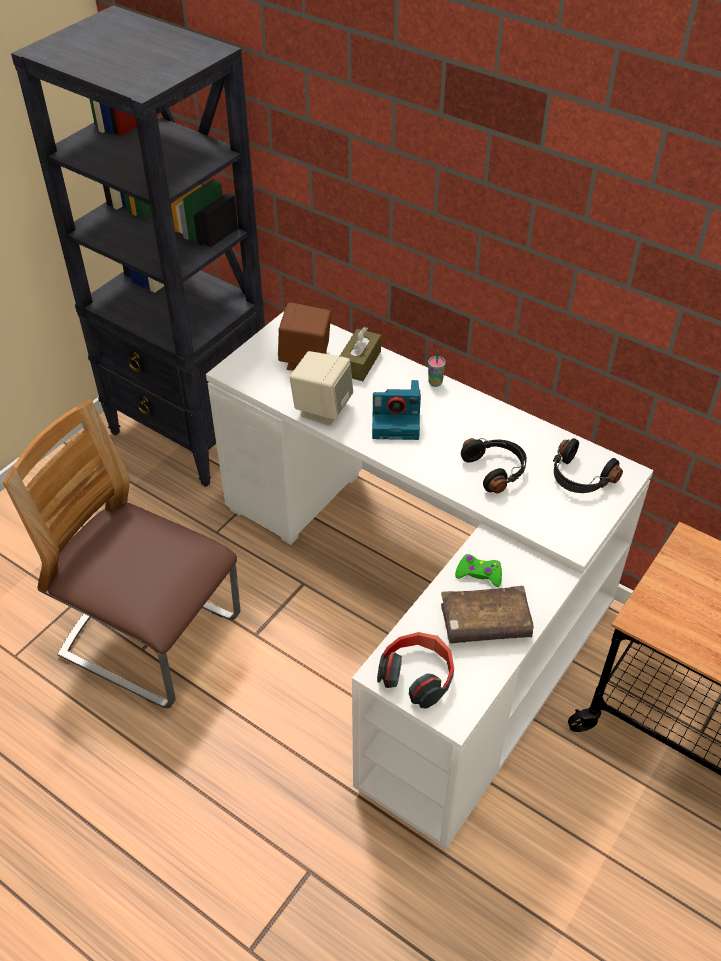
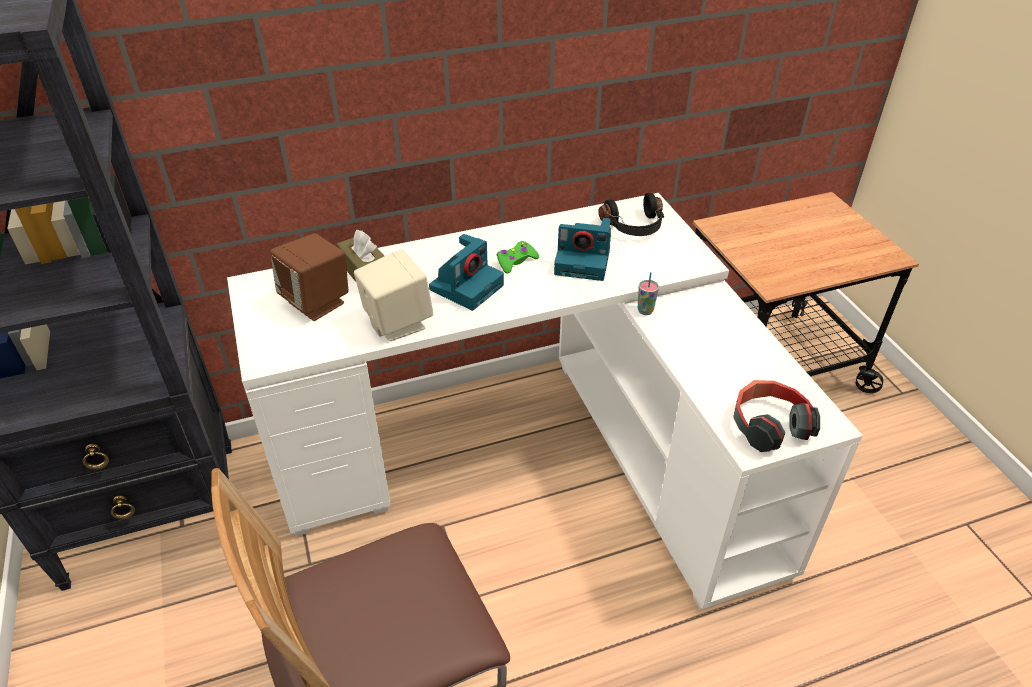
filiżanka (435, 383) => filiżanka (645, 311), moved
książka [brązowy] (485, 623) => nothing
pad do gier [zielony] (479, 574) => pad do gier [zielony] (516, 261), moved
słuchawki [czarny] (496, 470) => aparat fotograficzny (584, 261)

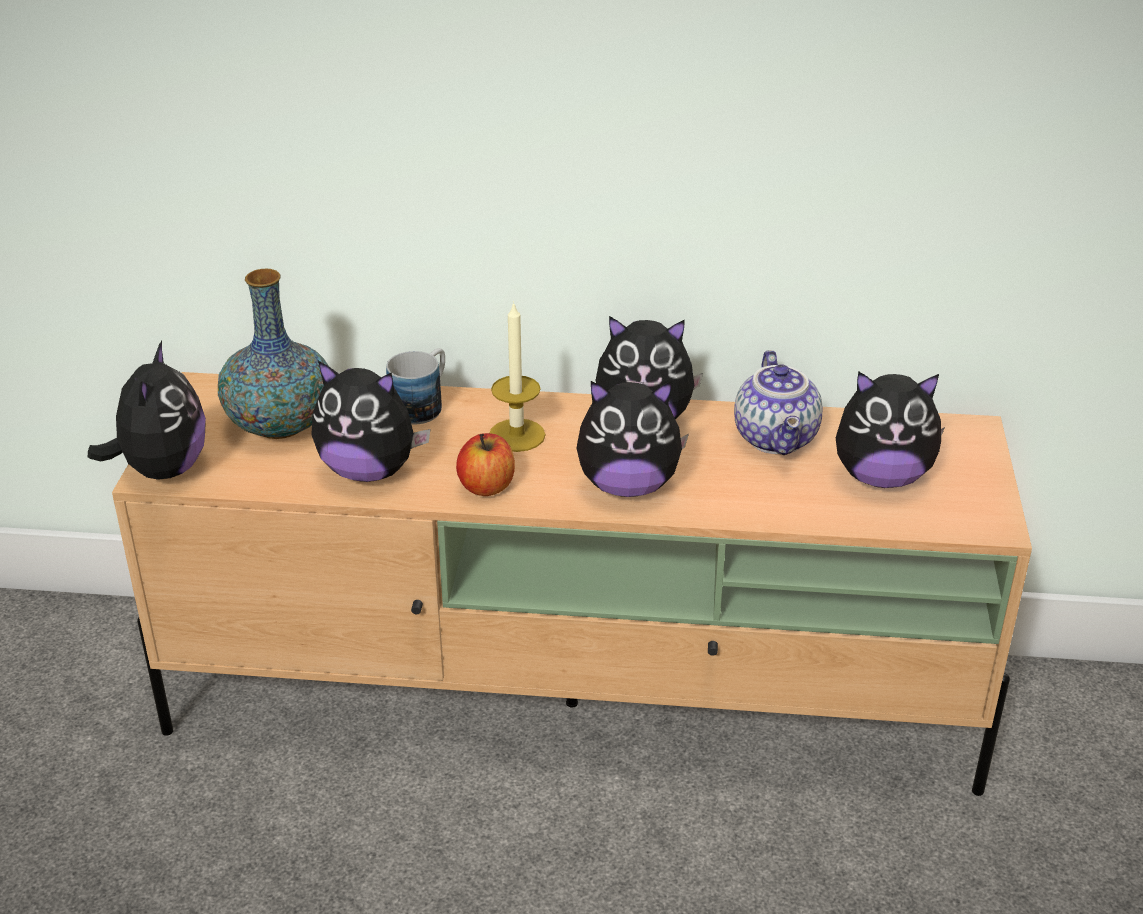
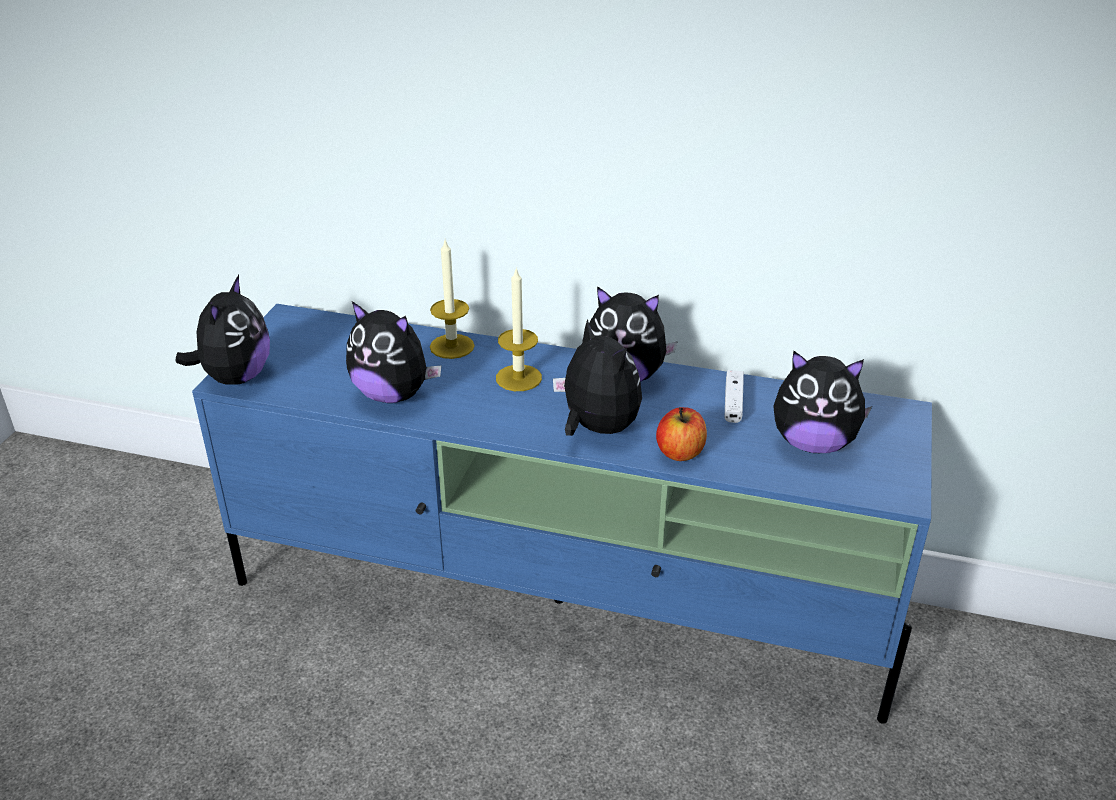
szafka pod telewizor [beżowy] (576, 705) => szafka pod telewizor [niebieski] (562, 602)
wazon (280, 425) => nothing
kubek (423, 405) => świeca (452, 346)
jabłko (487, 486) => jabłko (680, 452), moved
pluszak (628, 486) => pluszak (596, 428), 135 degrees counterclockwise
imbryk (778, 439) => pad do gier [biały] (733, 402)

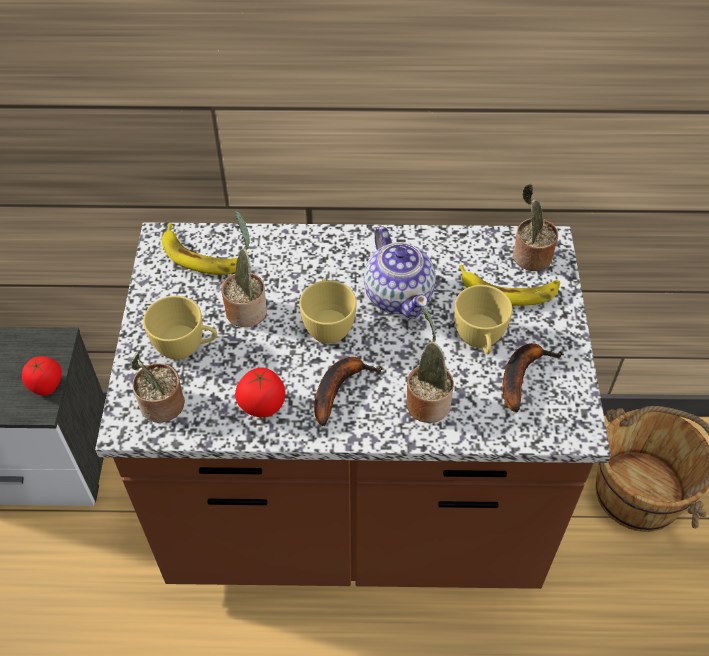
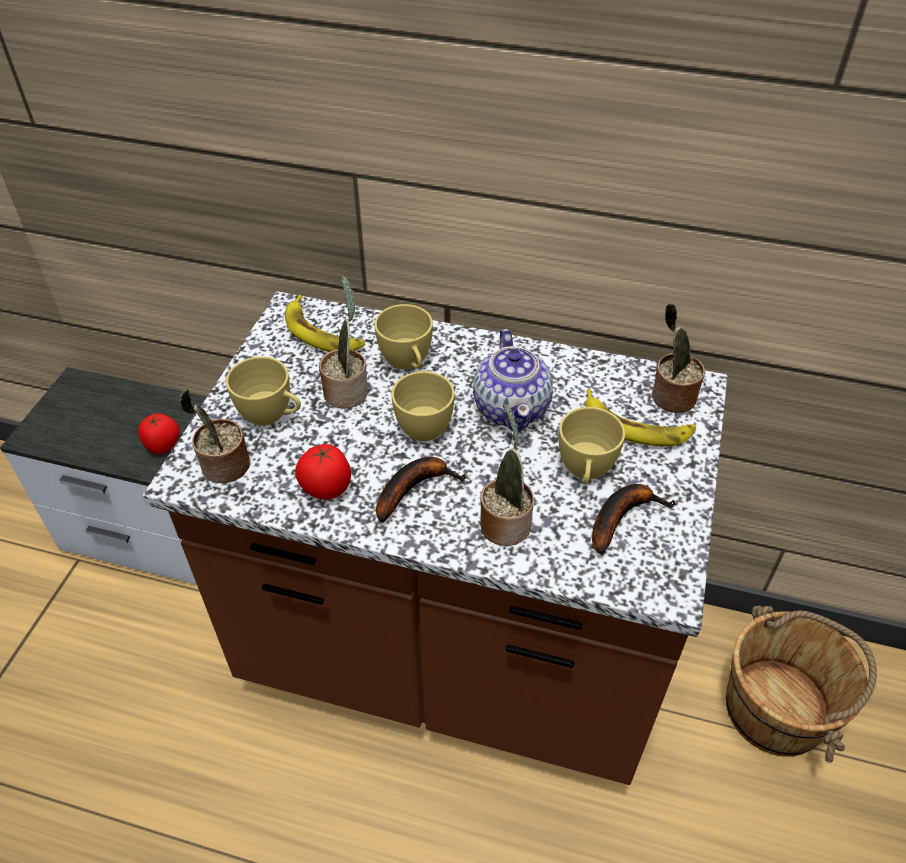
nothing => filiżanka [żółty] (408, 363)

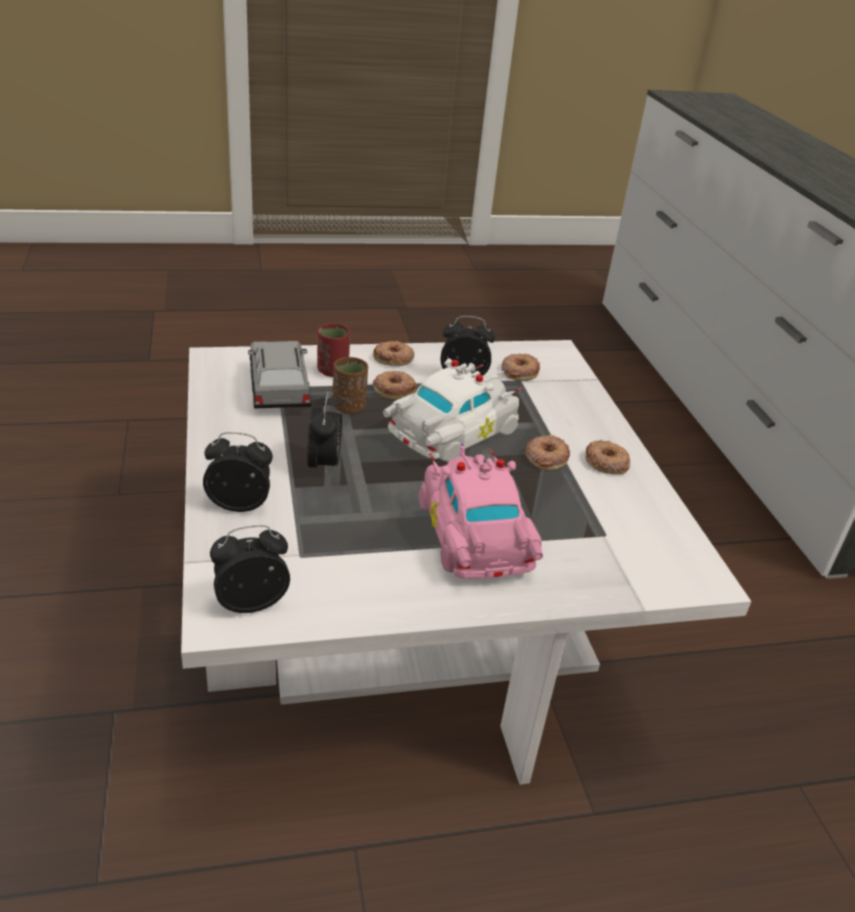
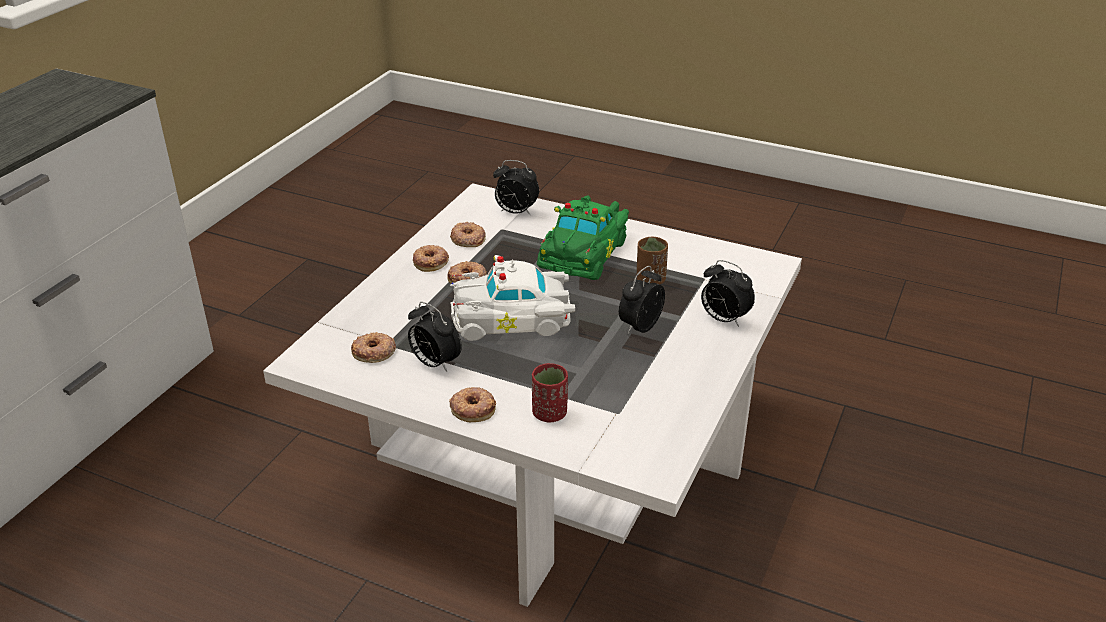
budzik (251, 602) => budzik (515, 212), moved
samochodzik [szary] (279, 389) => nothing
filiżanka [brązowy] (349, 407) => filiżanka [brązowy] (650, 280), moved
donut (394, 389) => donut (468, 239), moved
samochodzik [różowy] (473, 538) => samochodzik [zielony] (585, 252)

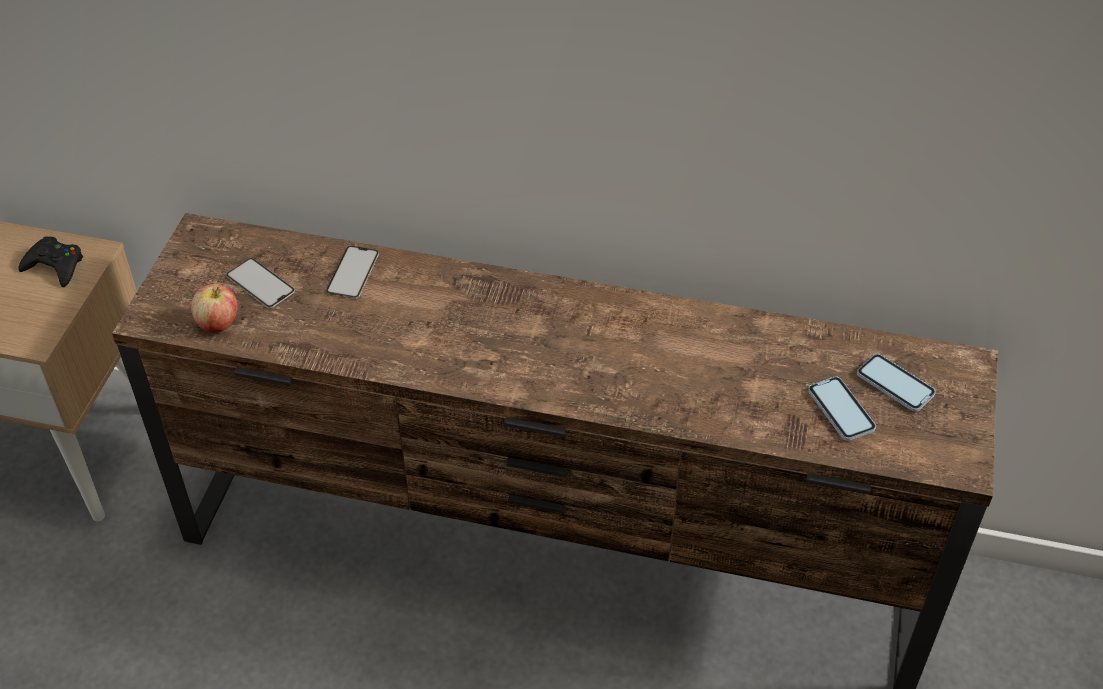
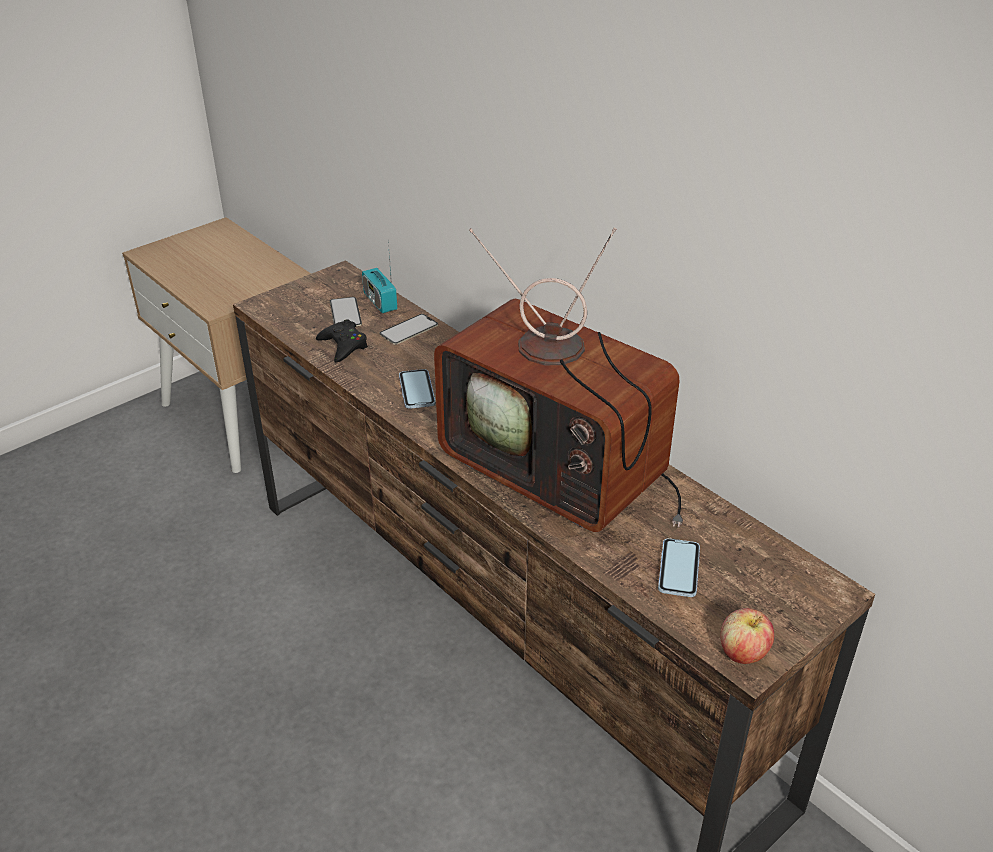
pad do gier [czarny] (55, 266) => pad do gier [czarny] (343, 346), moved
jabłko (218, 324) => jabłko (742, 653), moved
telefon (895, 384) => telefon (417, 390), moved
nothing => radio (380, 302)
nothing => telewizor (561, 472)

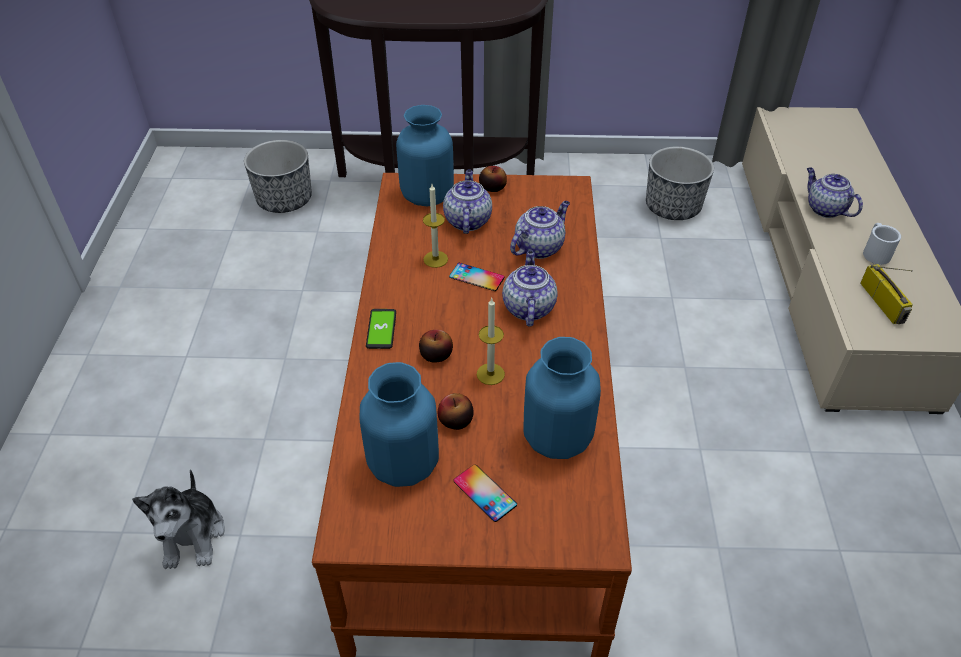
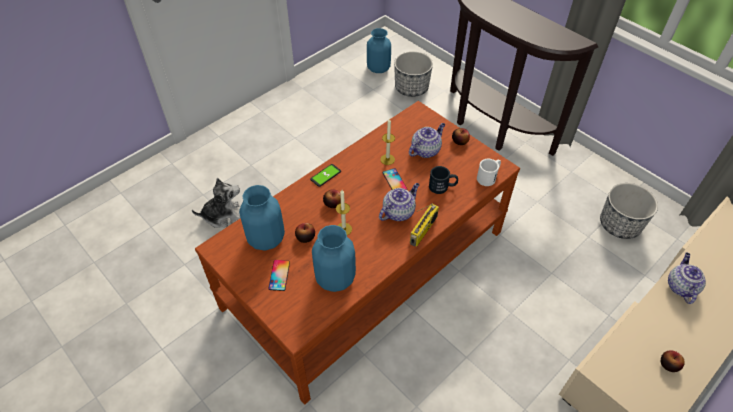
pluszak (193, 535) => pluszak (222, 215), 150 degrees counterclockwise
wazon [niebieski] (427, 195) => wazon [niebieski] (378, 68), moved
imbryk (539, 247) => kubek [czarny] (442, 187)
radio (883, 303) => radio (423, 231), moved
kubek [biały] (875, 251) => kubek [biały] (489, 177), moved
nothing => jabłko (668, 364)

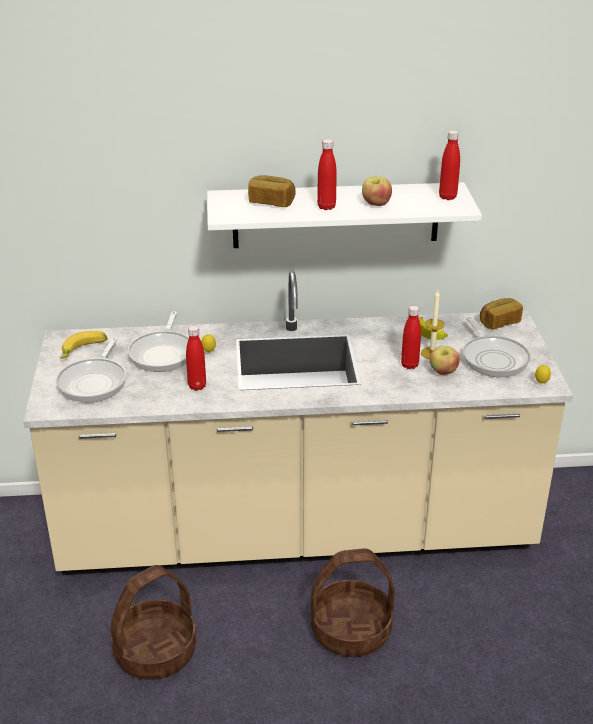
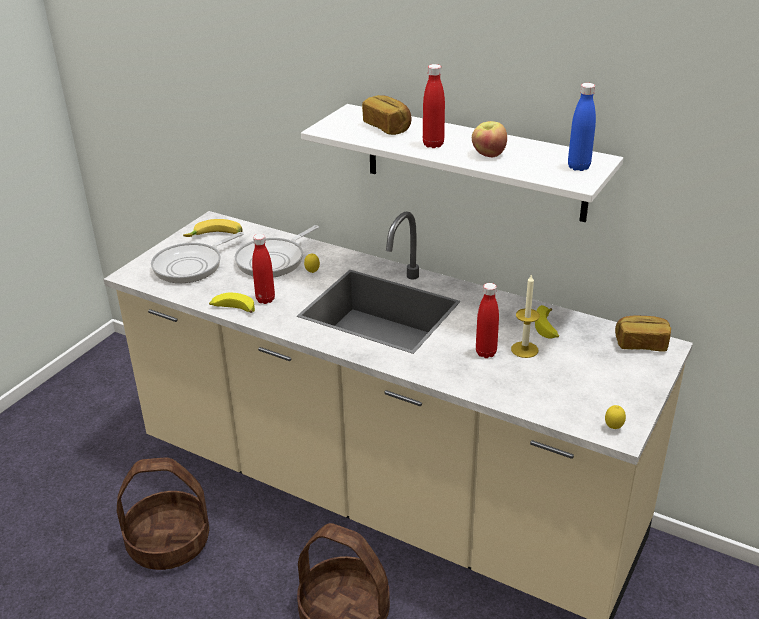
jabłko (443, 372) => nothing
butelka [czerwony] (447, 197) => butelka [niebieski] (578, 167)
patelnia (493, 358) => nothing
nothing => banan (232, 309)

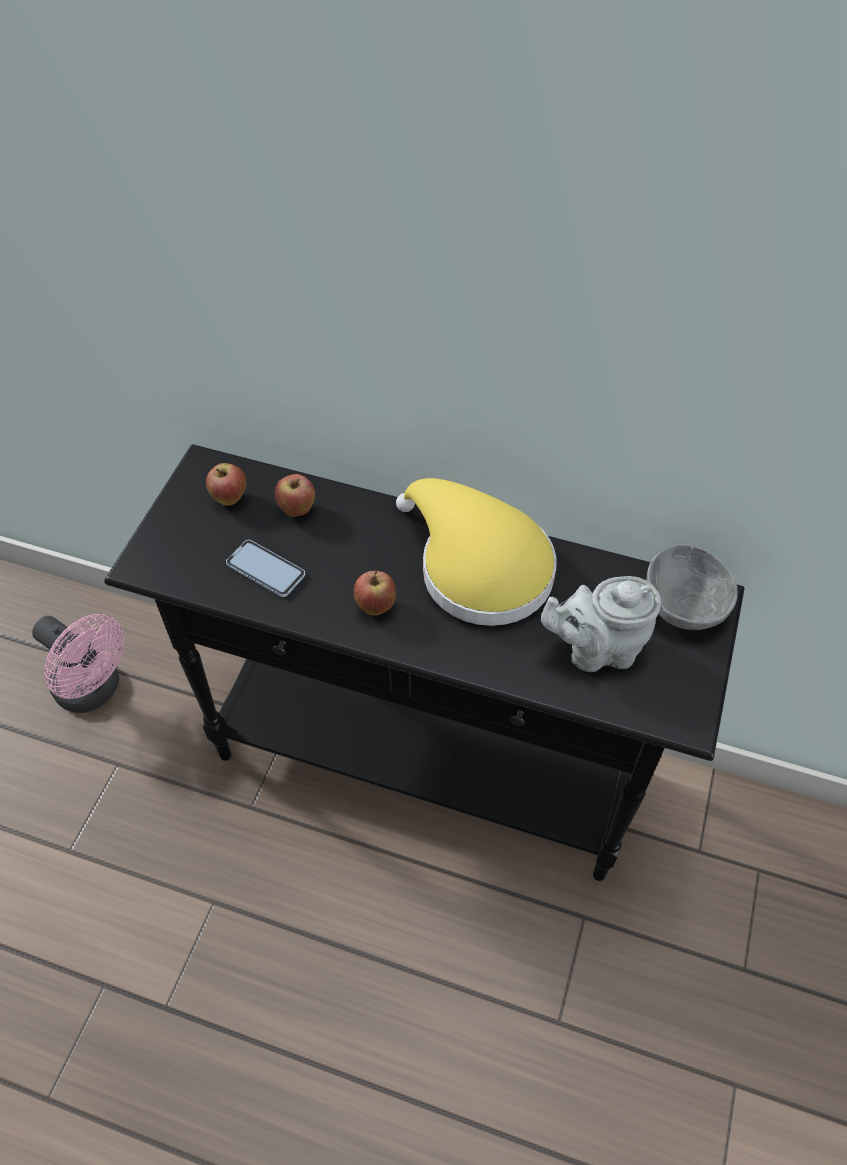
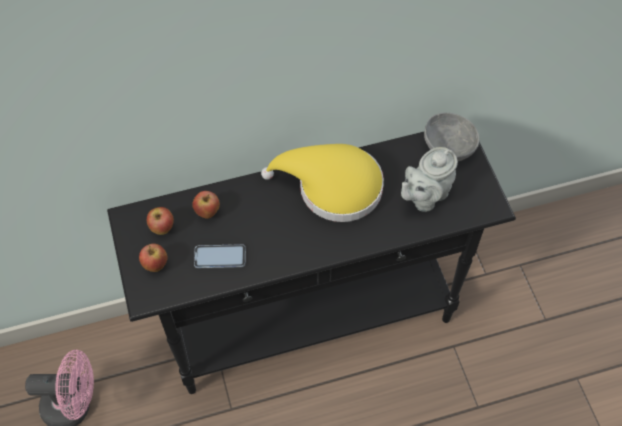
jabłko (375, 606) => jabłko (155, 265), moved

